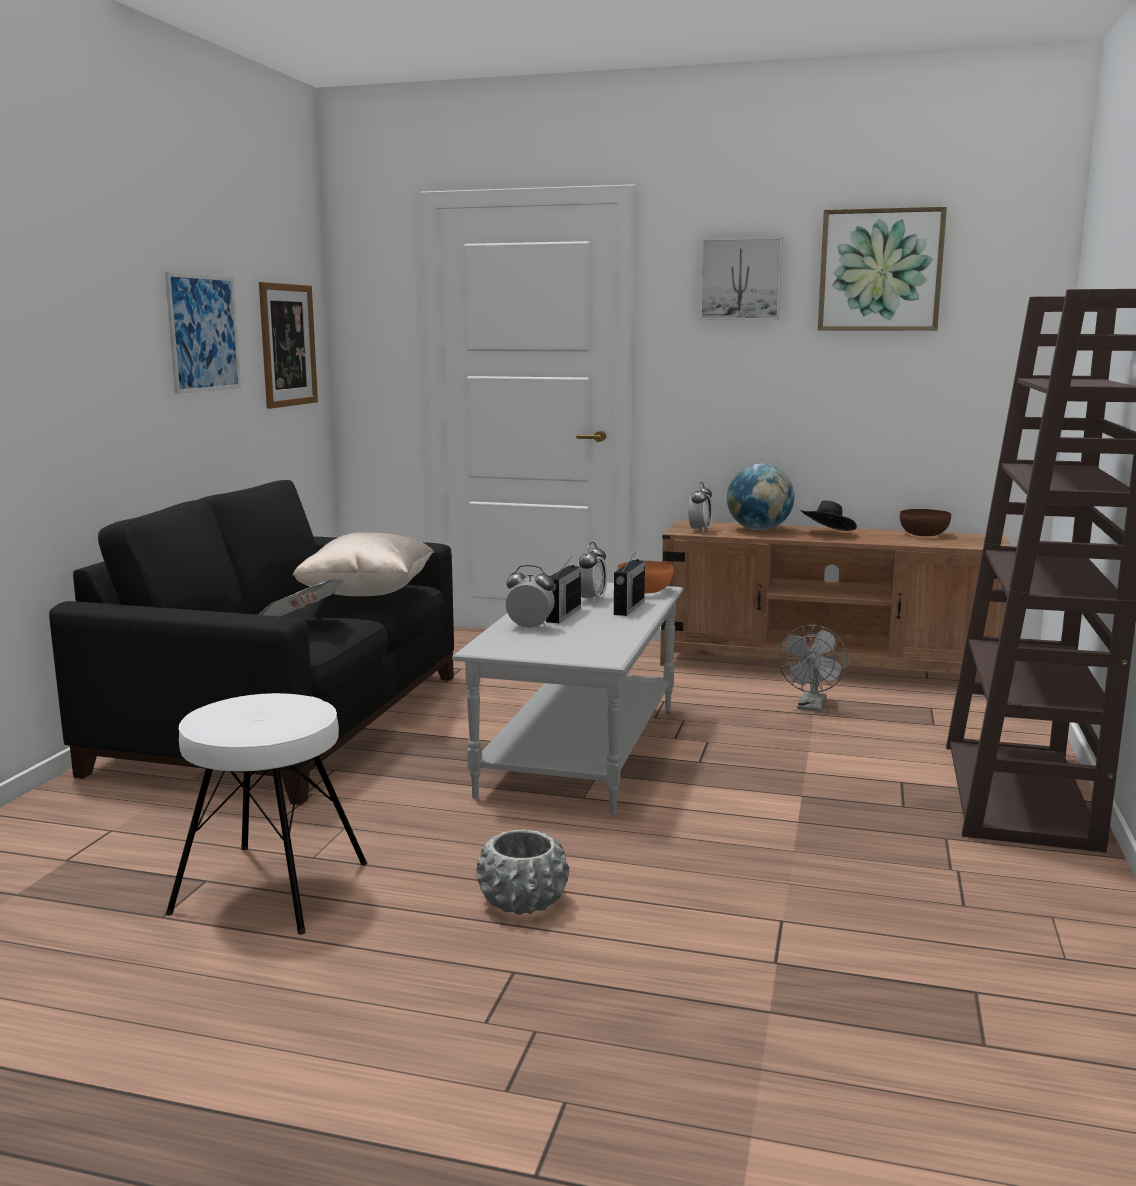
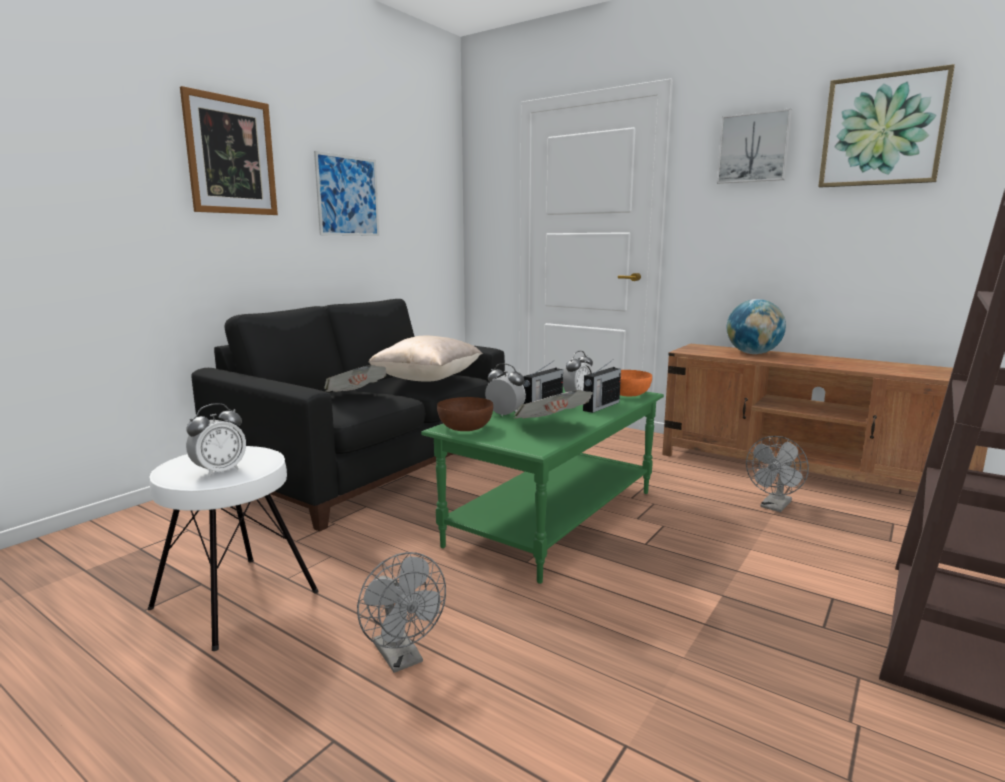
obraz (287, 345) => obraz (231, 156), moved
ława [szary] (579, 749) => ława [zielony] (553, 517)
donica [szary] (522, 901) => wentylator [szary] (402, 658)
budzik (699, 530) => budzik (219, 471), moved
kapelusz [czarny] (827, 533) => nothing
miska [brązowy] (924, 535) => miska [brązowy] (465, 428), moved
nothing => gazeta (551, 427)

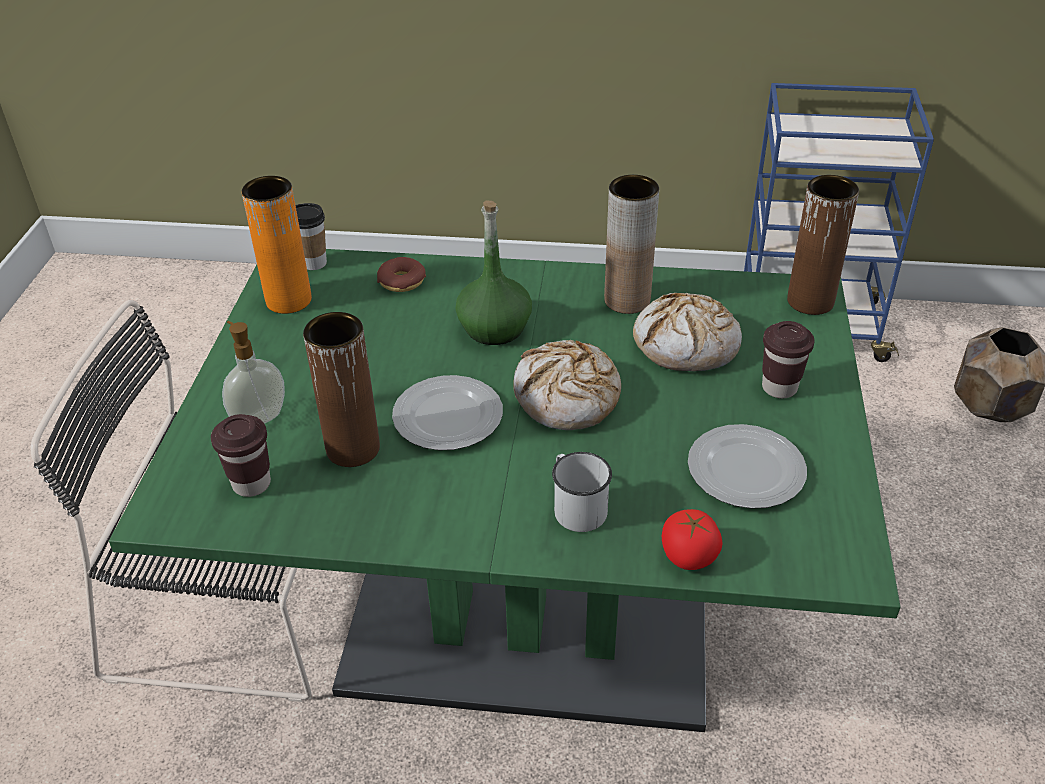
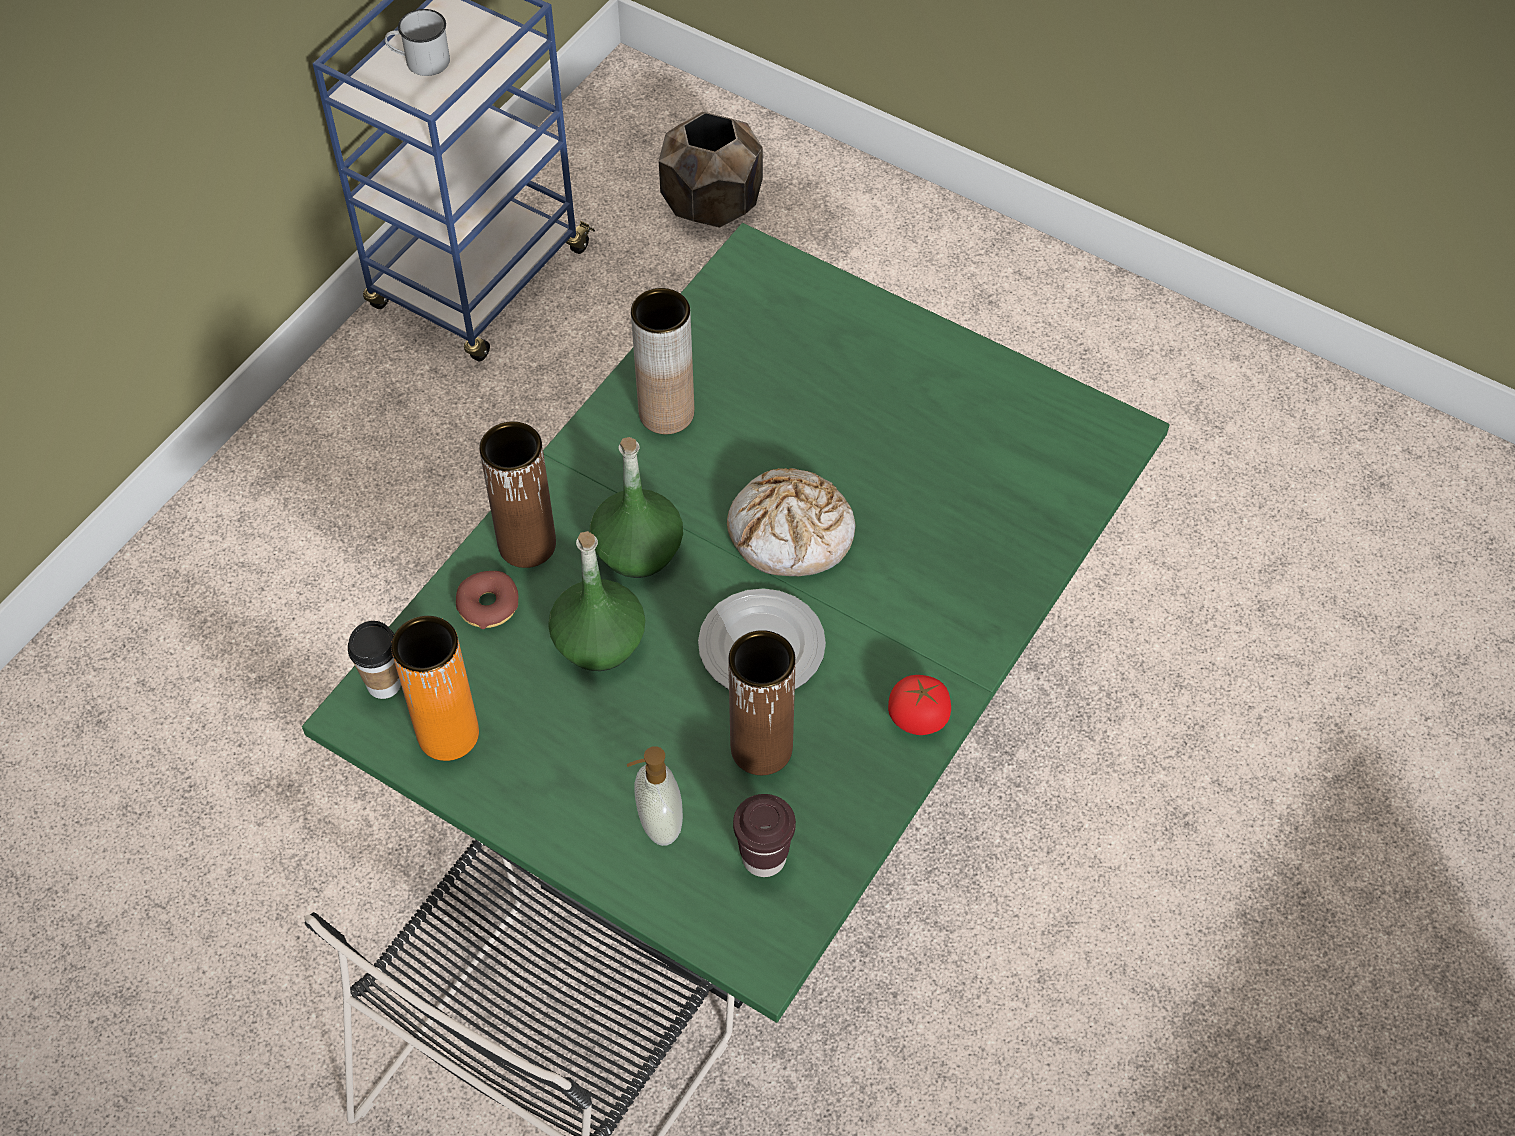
kubek [biały] (576, 506) => kubek [biały] (420, 62), moved
chleb (686, 345) => nothing
pomidor (688, 556) => pomidor (918, 717), moved
talerz (745, 472) => nothing
filiżanka [brązowy] (779, 388) => nothing
wazon [brązowy] (810, 301) => wazon [brązowy] (527, 544), moved
nothing => butelka [zielony] (599, 641)

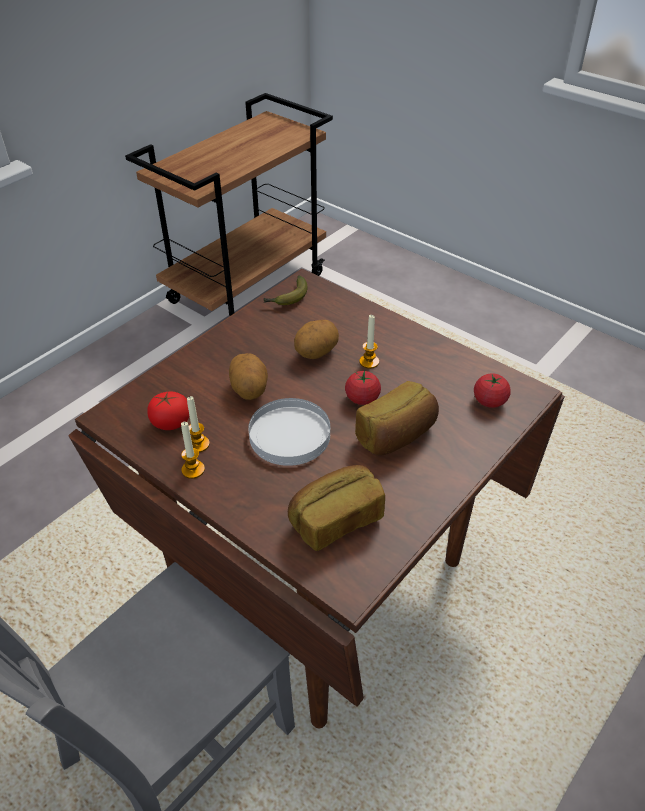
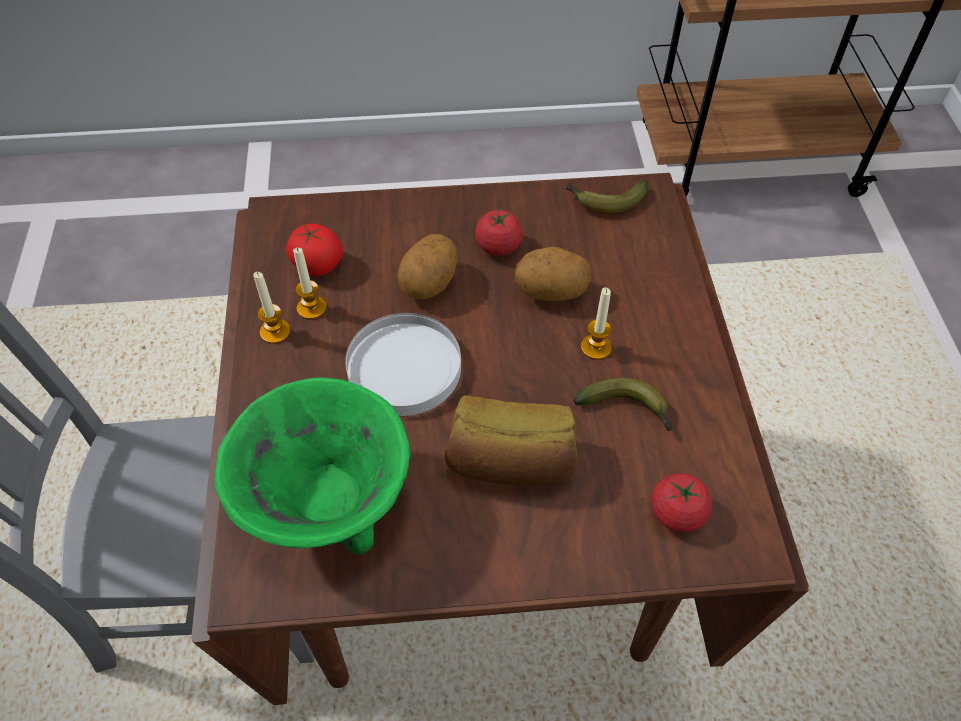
chleb (335, 519) => miska [zielony] (328, 502)
pomidor (362, 398) => pomidor (498, 246), moved
nothing => banan (628, 410)

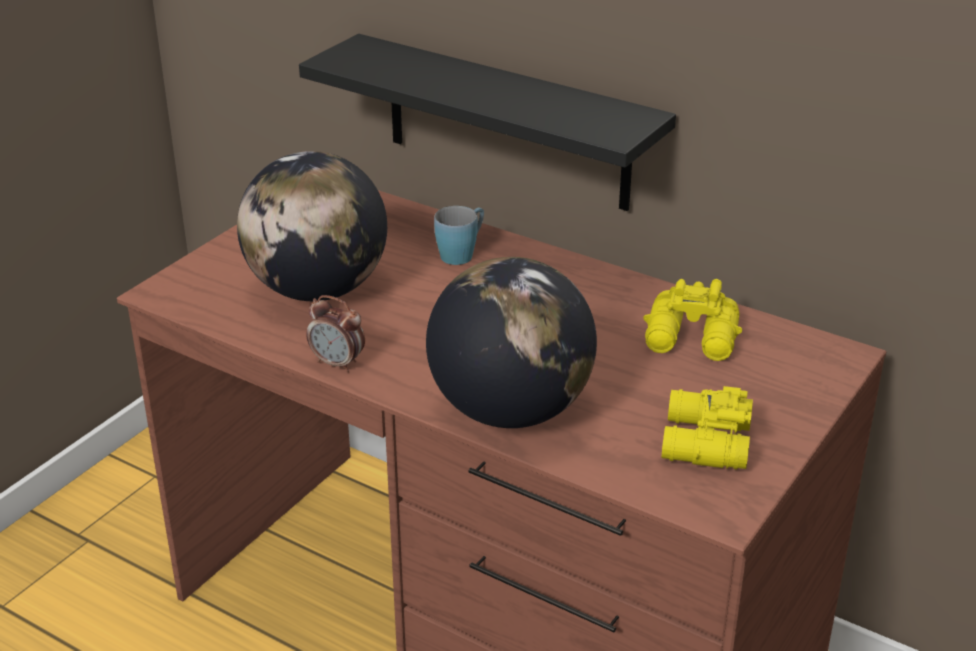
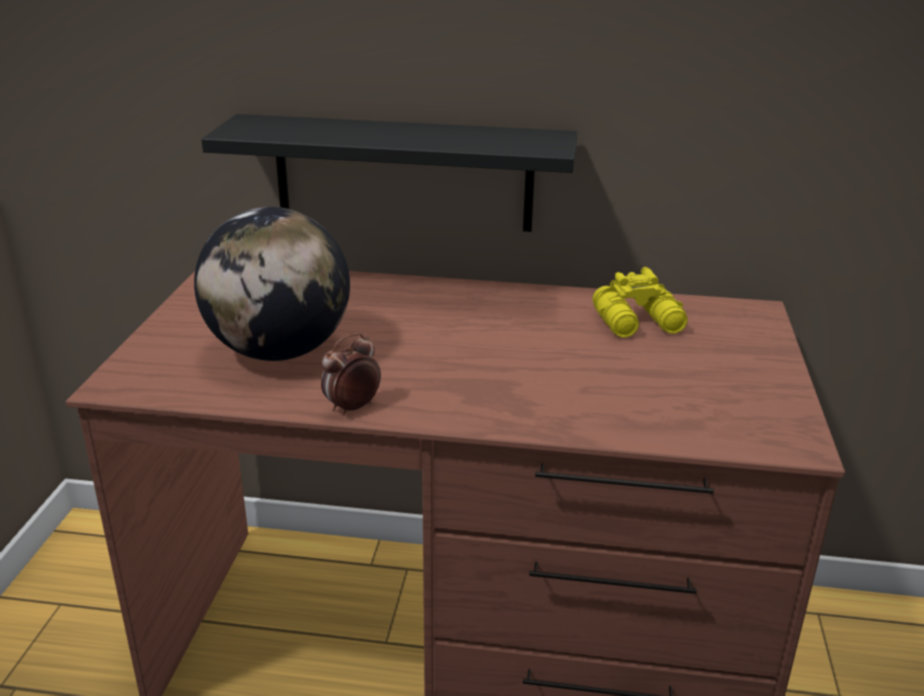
budzik (338, 363) => budzik (352, 408), 135 degrees clockwise
globus (510, 411) => nothing
kubek [niebieski] (462, 253) => nothing
lornetka [żółty] (703, 443) => nothing

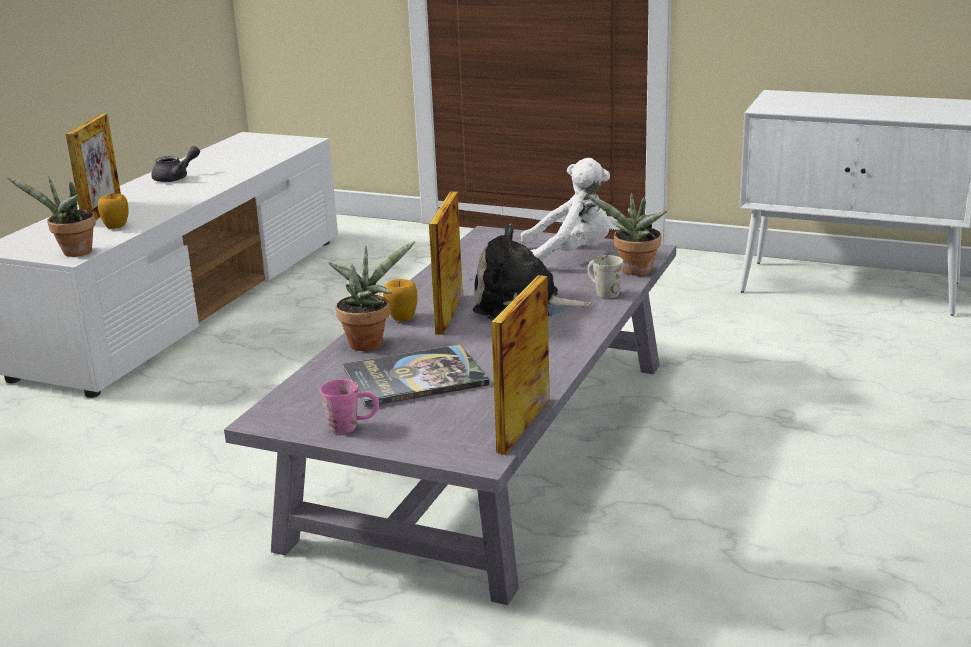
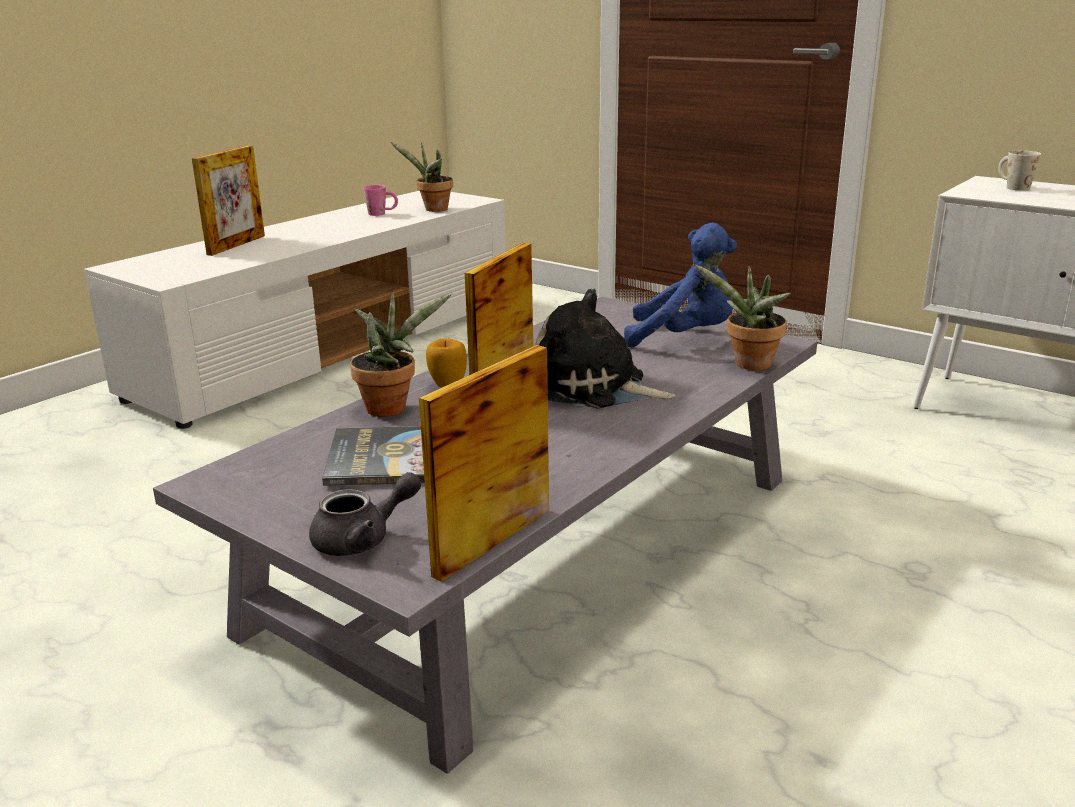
roślina doniczkowa (73, 253) => roślina doniczkowa (433, 209), moved
jabłko (116, 227) => nothing
imbryk [szary] (176, 178) => imbryk [szary] (363, 539), moved
kubek [różowy] (352, 426) => kubek [różowy] (382, 214), moved
pluszak [biały] (570, 255) => pluszak [niebieski] (684, 338)
kubek [biały] (602, 292) => kubek [biały] (1012, 187), moved

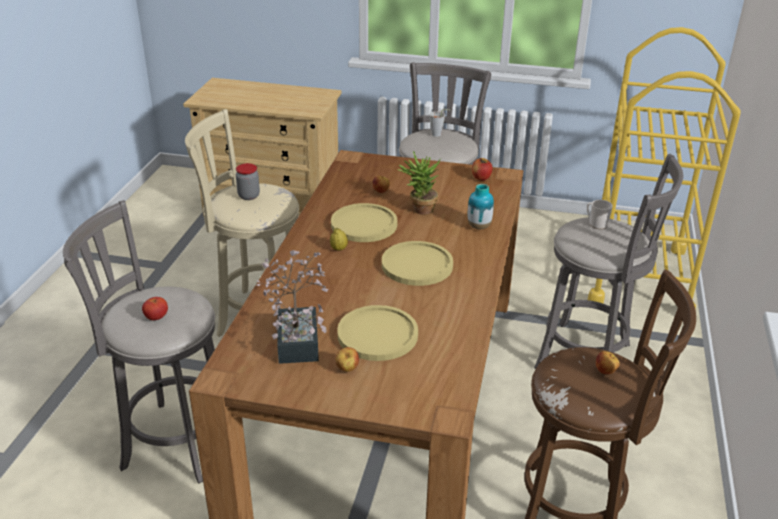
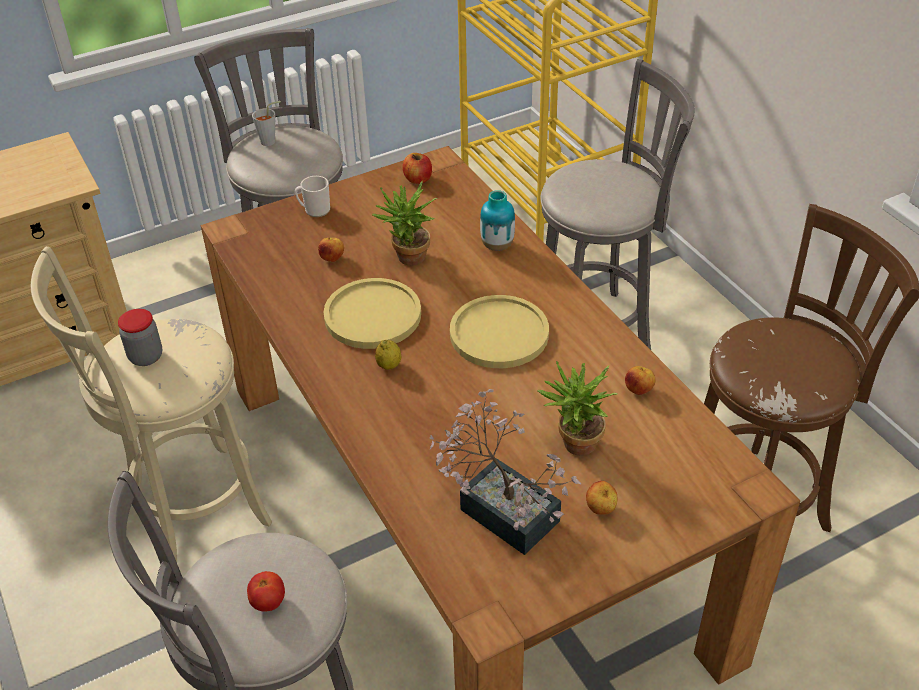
talerz [żółty] (377, 334) => roślina doniczkowa (573, 446)
kubek (596, 224) => kubek (314, 210), moved
jabłko (605, 372) => jabłko (639, 390), moved

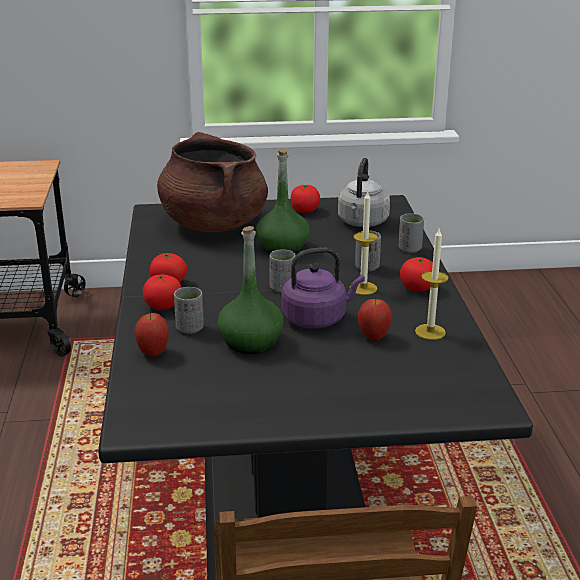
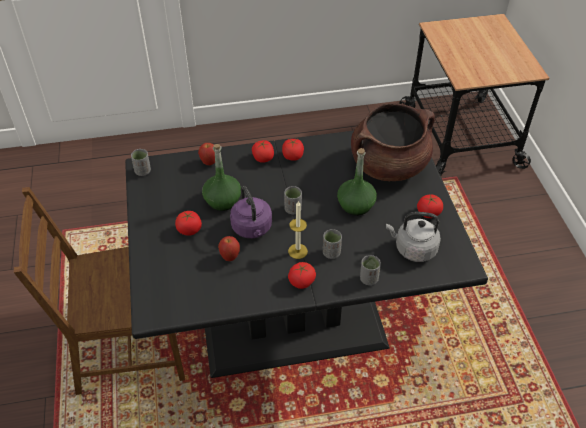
filiżanka [szary] (190, 328) => filiżanka [szary] (143, 171), moved
świeca (430, 332) => nothing
nothing => pomidor (189, 230)

